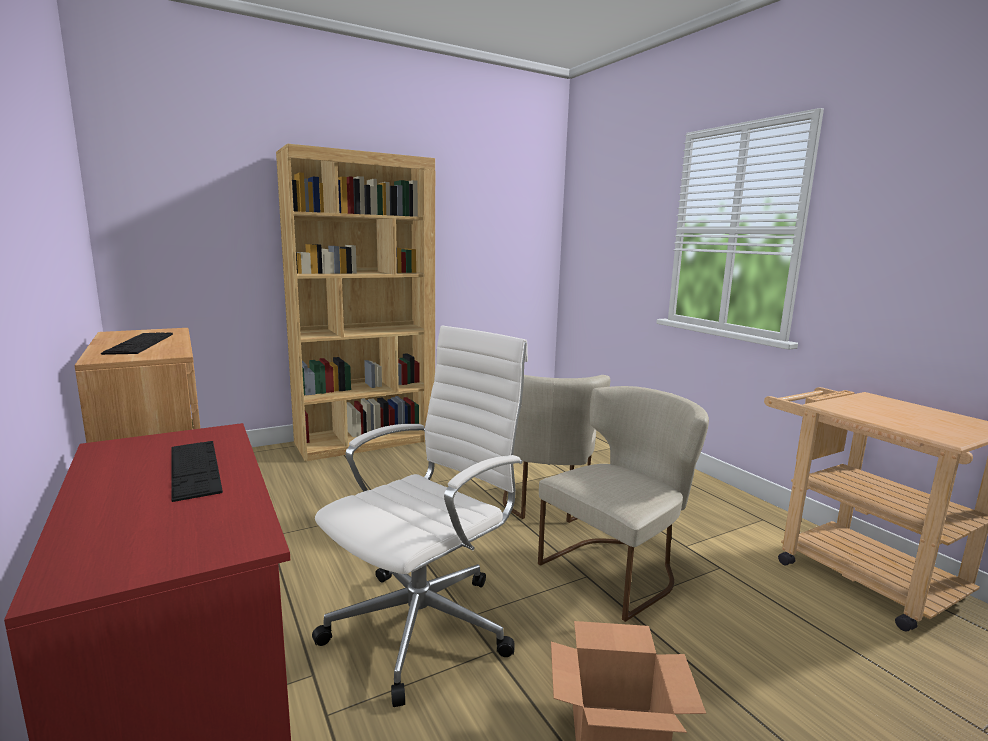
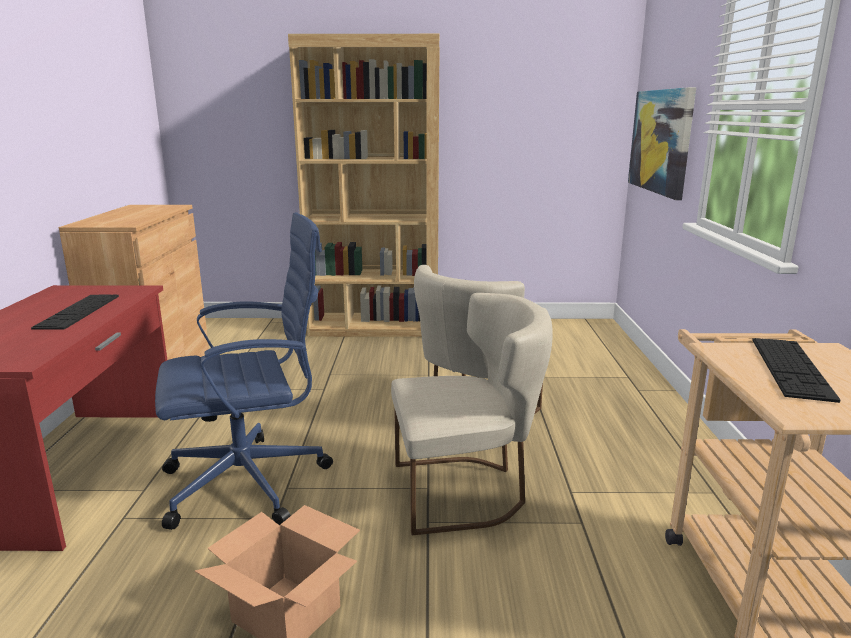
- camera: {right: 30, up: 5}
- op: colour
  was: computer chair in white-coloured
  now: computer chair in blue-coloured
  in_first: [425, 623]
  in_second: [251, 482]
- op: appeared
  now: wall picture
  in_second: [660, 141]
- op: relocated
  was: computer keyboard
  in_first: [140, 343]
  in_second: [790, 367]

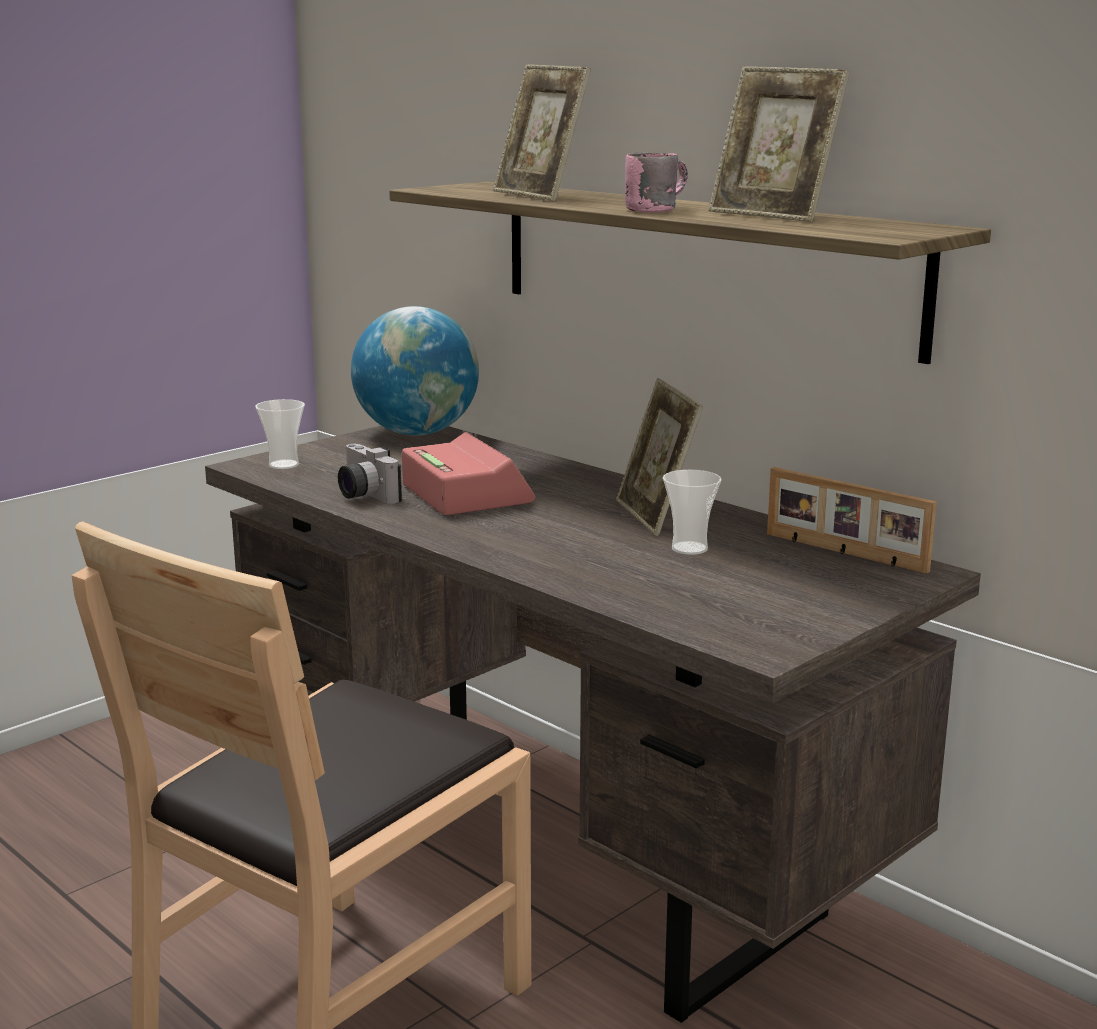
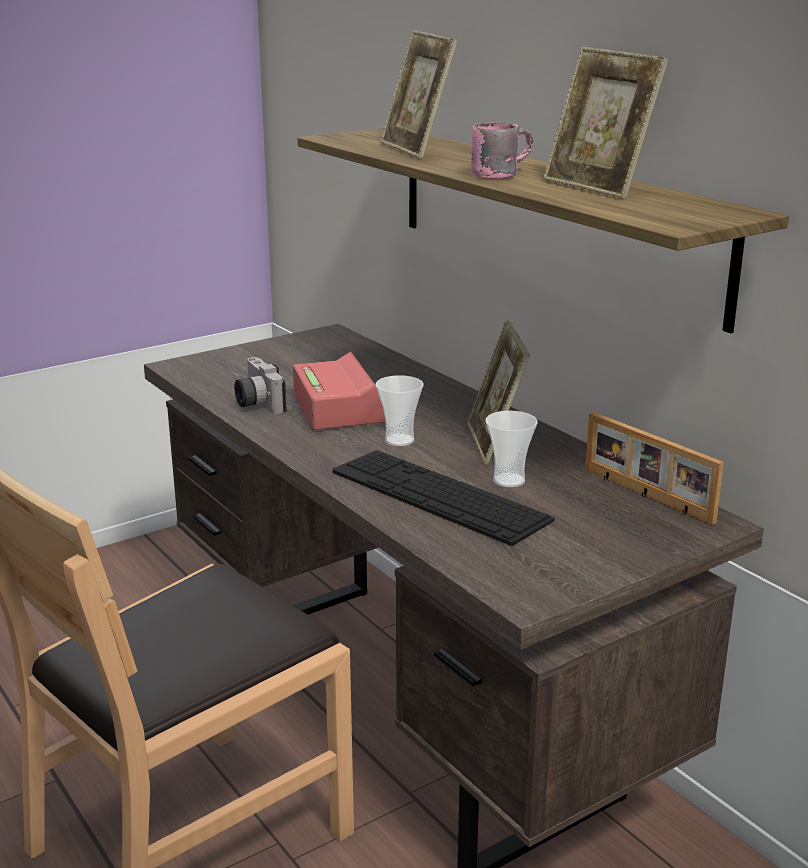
- camera: {right: 10, up: 5}
- op: appeared
  now: computer keyboard
  in_second: [438, 495]
- op: relocated
  was: cup
  in_first: [283, 465]
  in_second: [399, 440]
- op: missing
  was: desk globe
  in_first: [417, 433]

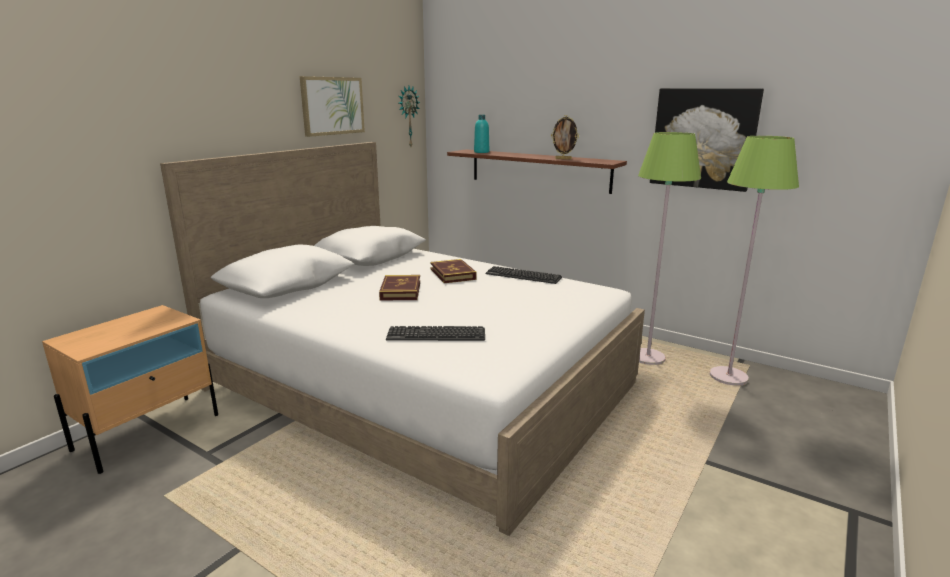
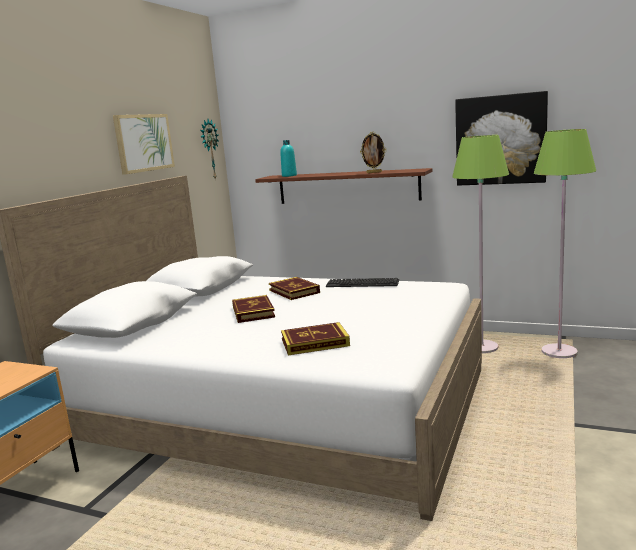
- camera: {right: -10, up: -5}
- op: exchanged
  was: computer keyboard
  now: volume
  in_first: [436, 335]
  in_second: [315, 343]

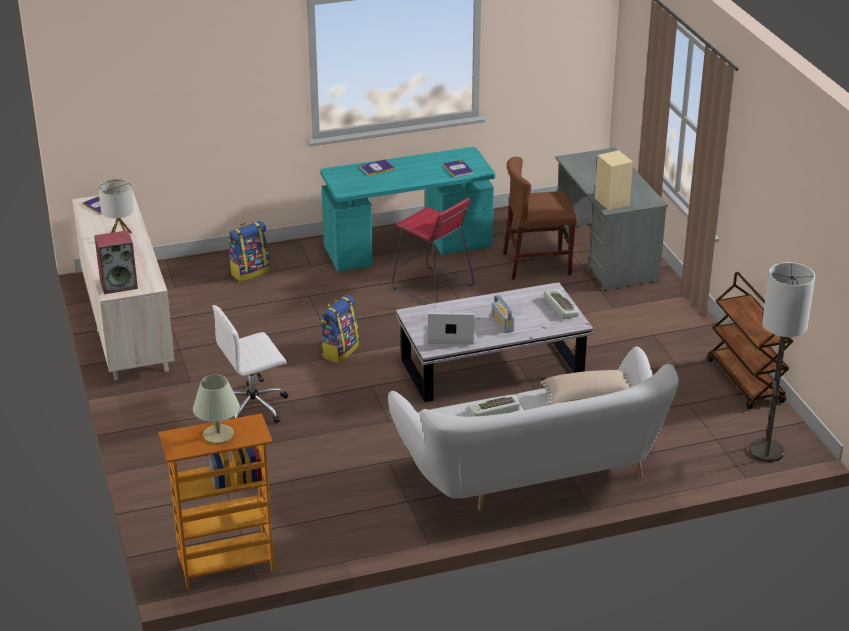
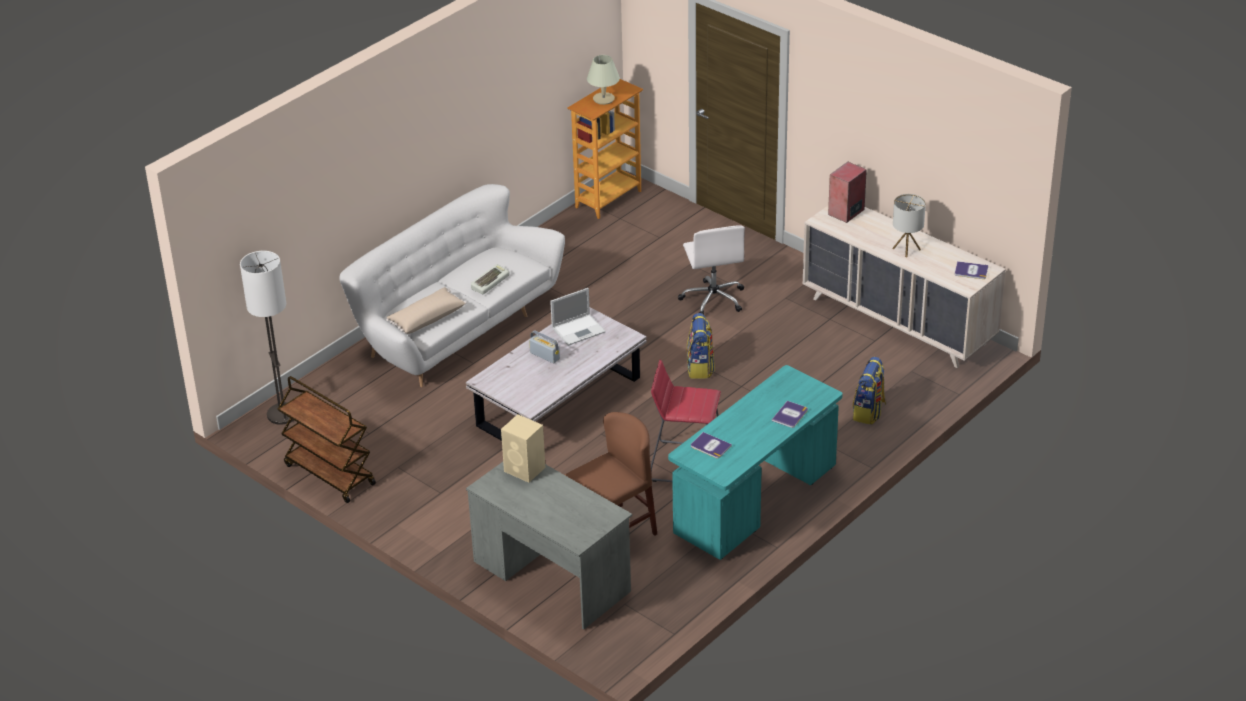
- camera: {right: 150, up: 5}
- op: spun
  was: computer chair in white-coloured
  in_first: [254, 406]
  in_second: [713, 299]
  clockwise: 135
- op: missing
  was: computer keyboard
  in_first: [559, 307]

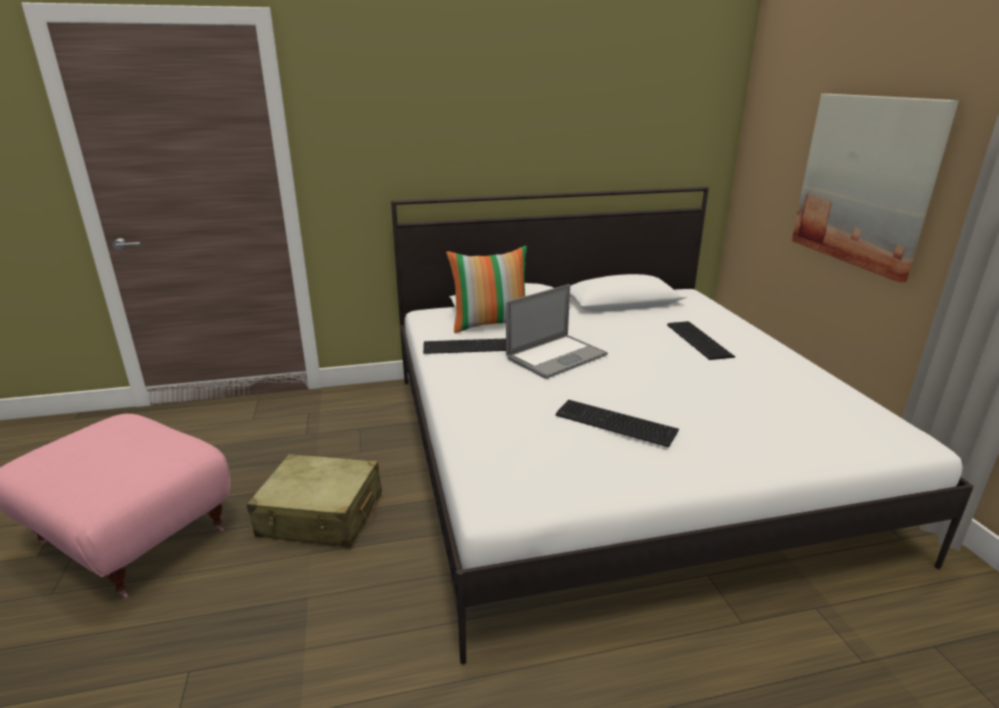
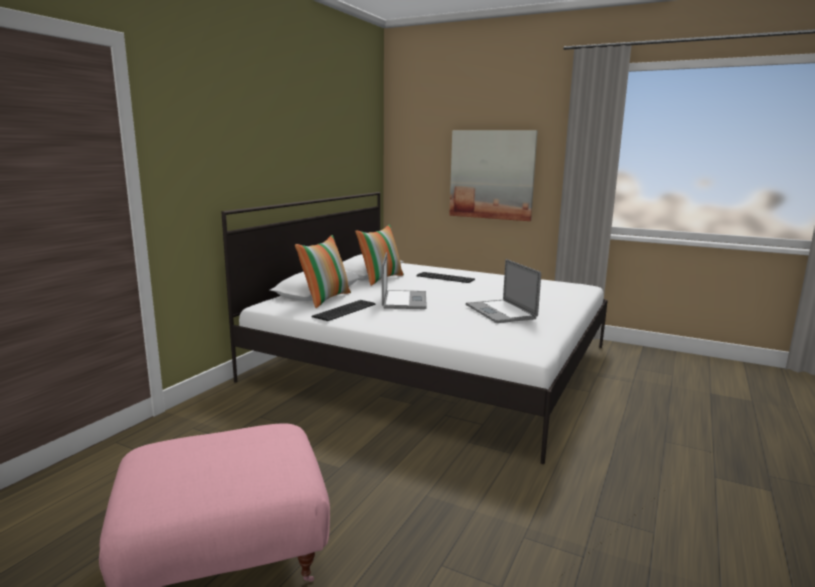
- camera: {right: -50, up: -10}
- op: appeared
  now: cushion
  in_second: [380, 279]
- op: exchanged
  was: computer keyboard
  now: notebook computer
  in_first: [616, 424]
  in_second: [500, 311]
- op: missing
  was: travel case in beige-coloured
  in_first: [321, 515]

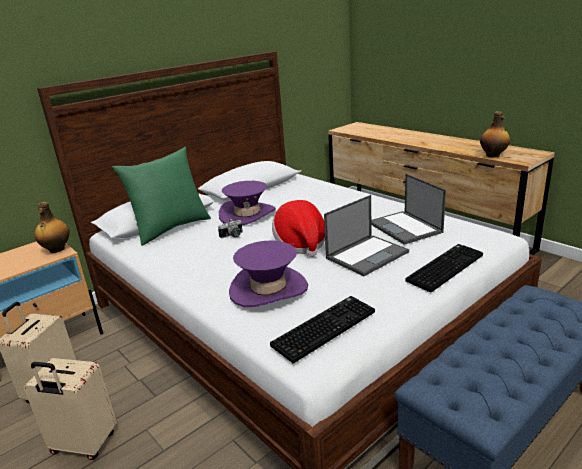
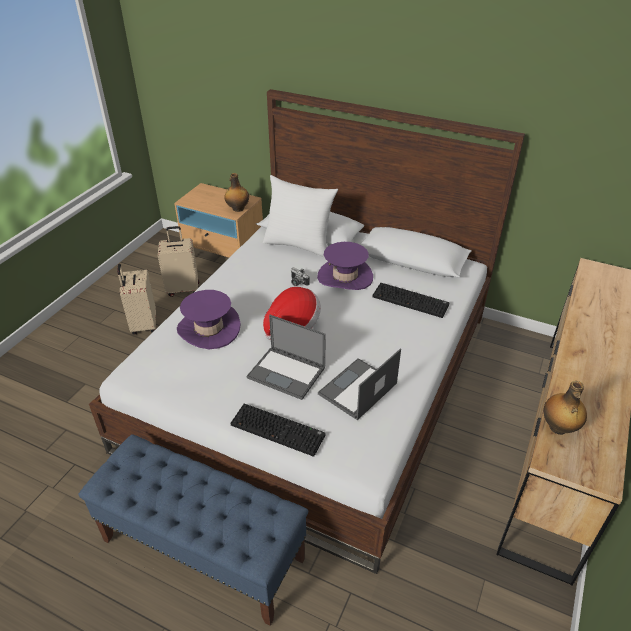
- camera: {right: 65, up: 15}
- op: colour
  was: cushion in green-coloured
  now: cushion in white-coloured
  in_first: [171, 228]
  in_second: [299, 245]
- op: relocated
  was: computer keyboard
  in_first: [324, 327]
  in_second: [411, 300]

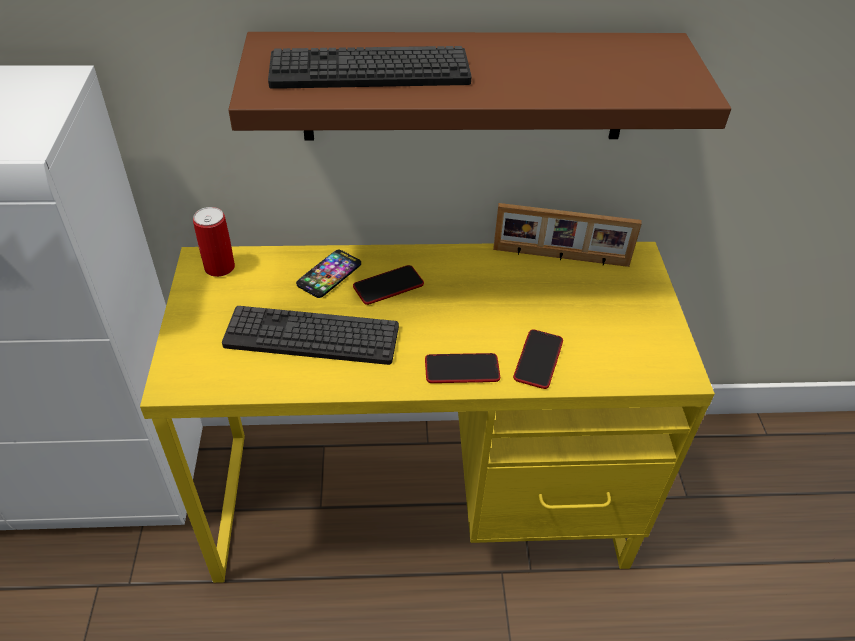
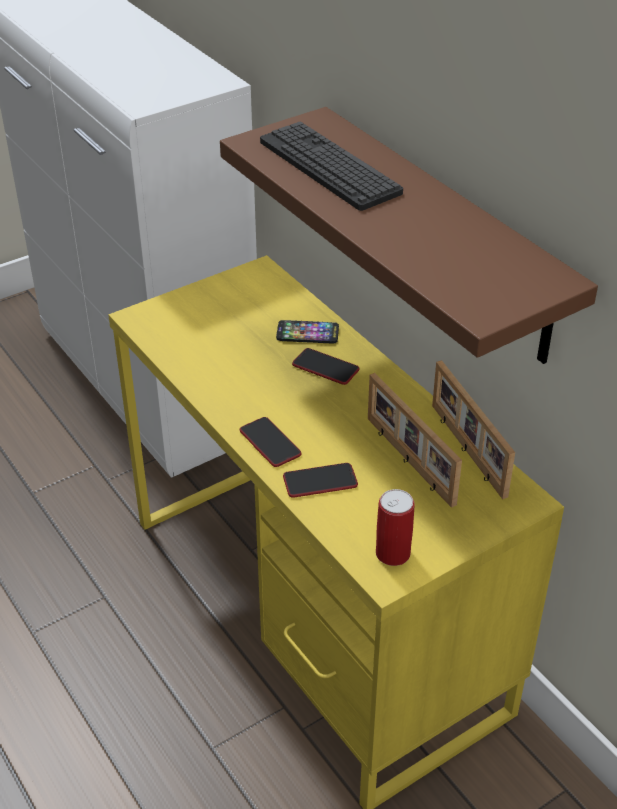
- camera: {right: 60, up: -5}
- op: appeared
  now: photo frame
  in_second: [408, 461]
- op: relocated
  was: can
  in_first: [219, 267]
  in_second: [393, 553]
- op: missing
  was: computer keyboard
  in_first: [312, 336]

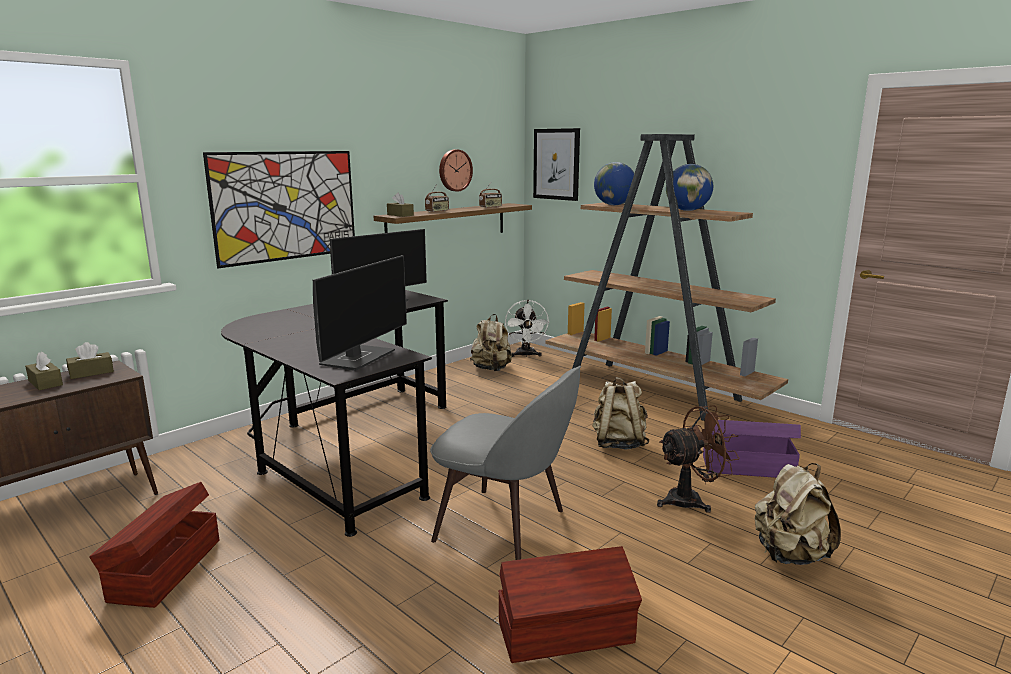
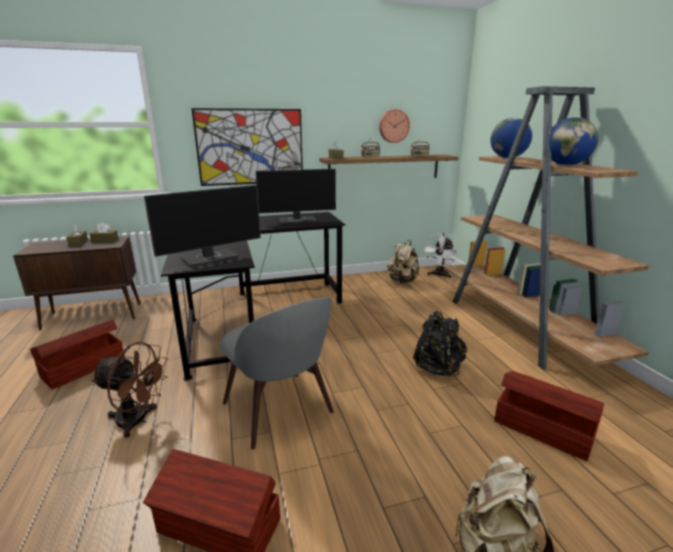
- camera: {right: 30, up: 5}
- op: relocated
  was: electric fan in brown-coloured
  in_first: [691, 500]
  in_second: [138, 421]
- op: colour
  was: rucksack in beige-coloured
  now: rucksack in black
  in_first: [618, 444]
  in_second: [438, 367]
- op: colour
  was: storage box in purplish
  now: storage box in brown-coloured
  in_first: [746, 466]
  in_second: [542, 428]
- op: missing
  was: wall picture
  in_first: [556, 164]

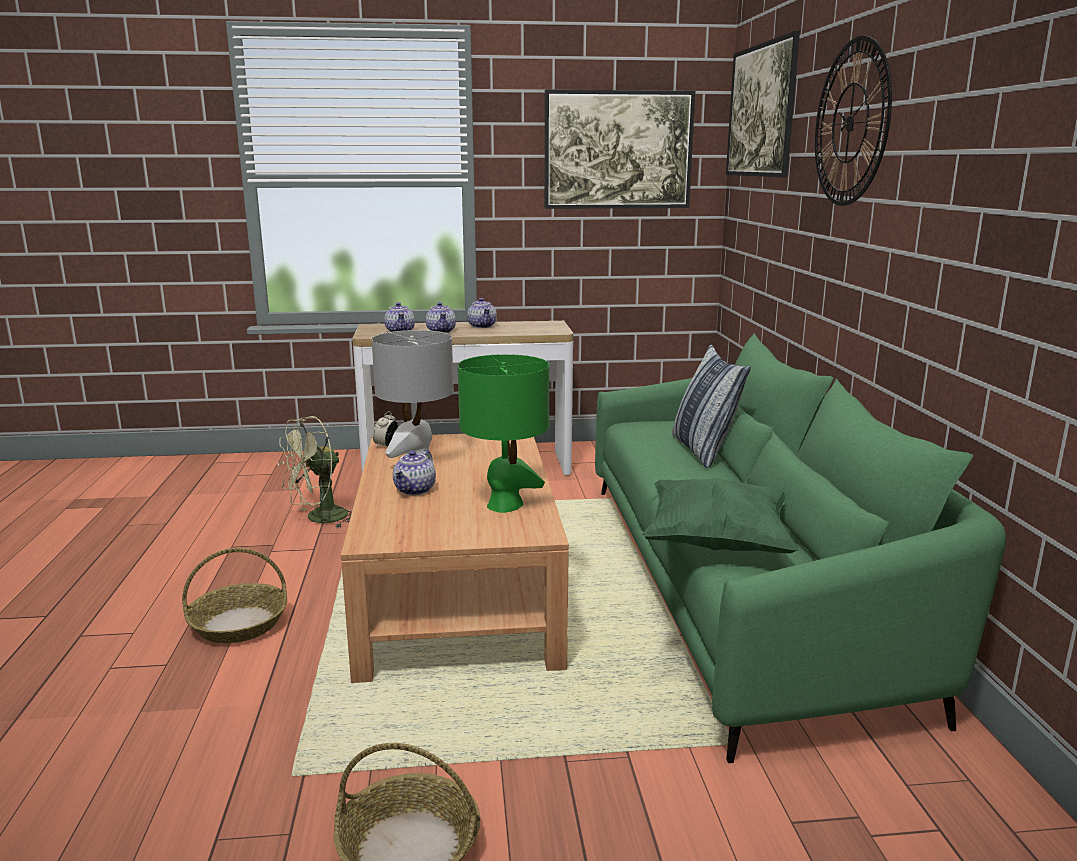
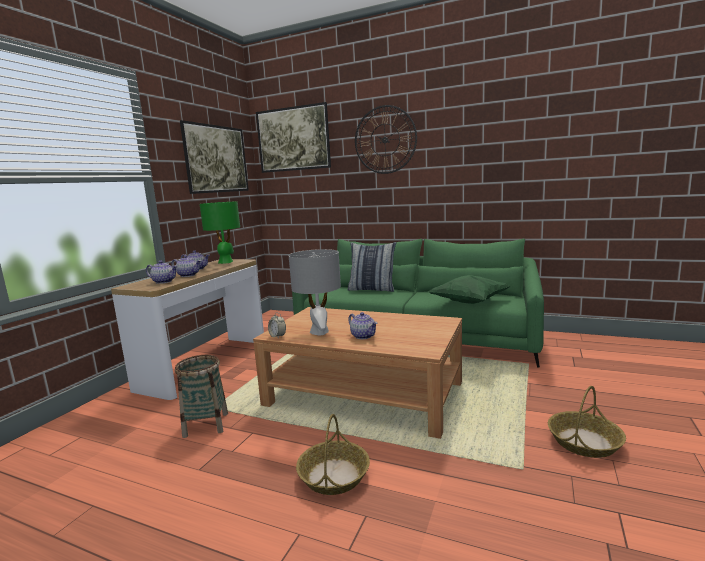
- camera: {right: -60, up: -5}
- op: exchanged
  was: electric fan in green-coloured
  now: basket
  in_first: [319, 519]
  in_second: [206, 425]
- op: relocated
  was: lamp for a table in green-coloured
  in_first: [505, 505]
  in_second: [226, 262]

